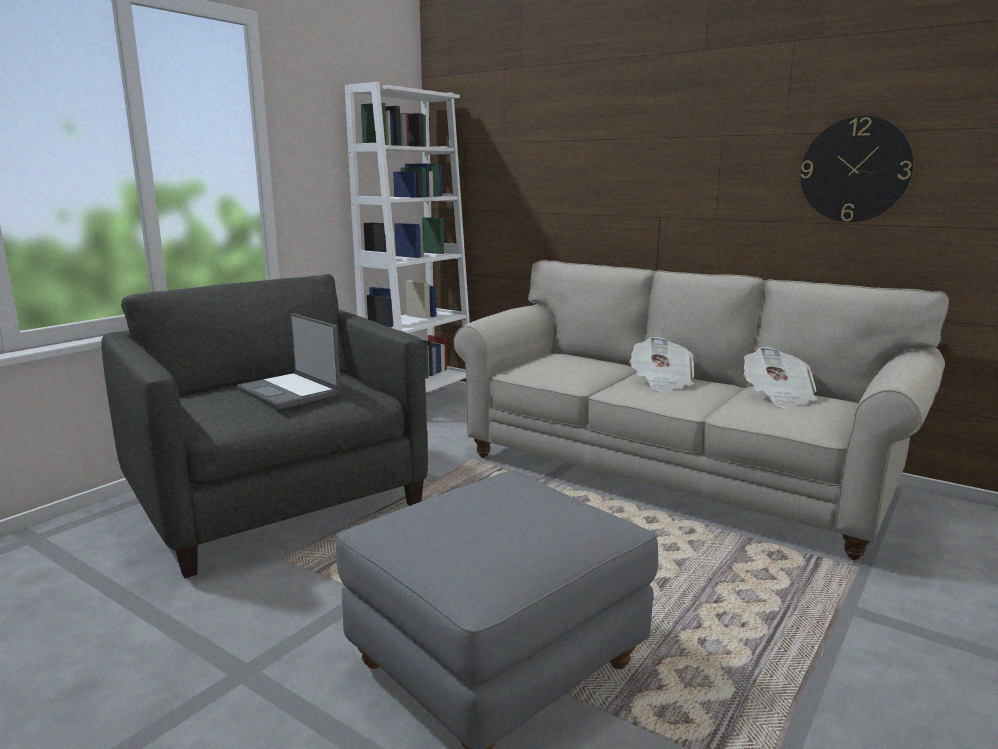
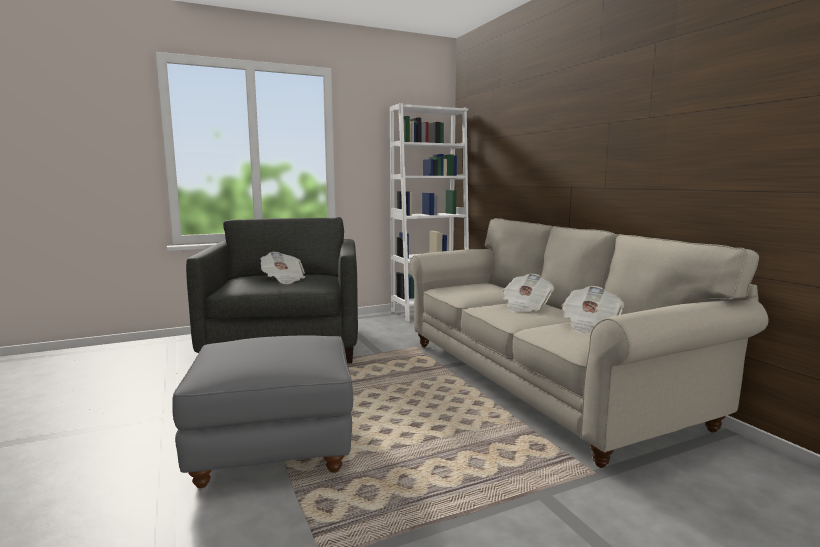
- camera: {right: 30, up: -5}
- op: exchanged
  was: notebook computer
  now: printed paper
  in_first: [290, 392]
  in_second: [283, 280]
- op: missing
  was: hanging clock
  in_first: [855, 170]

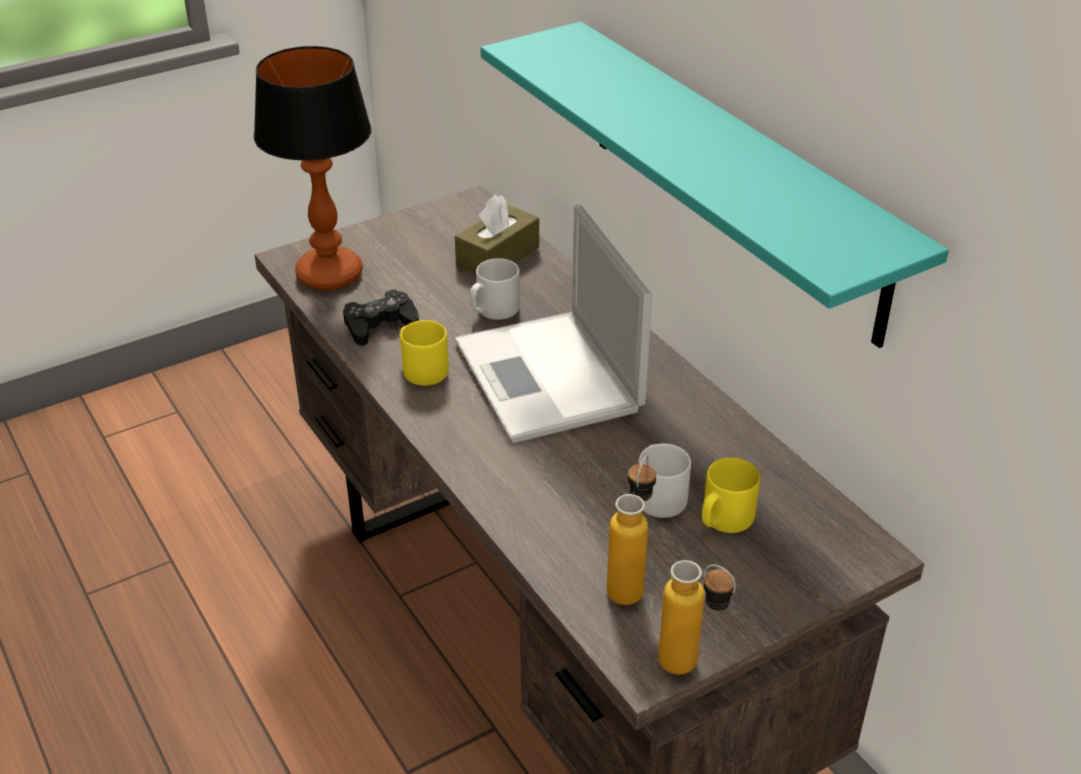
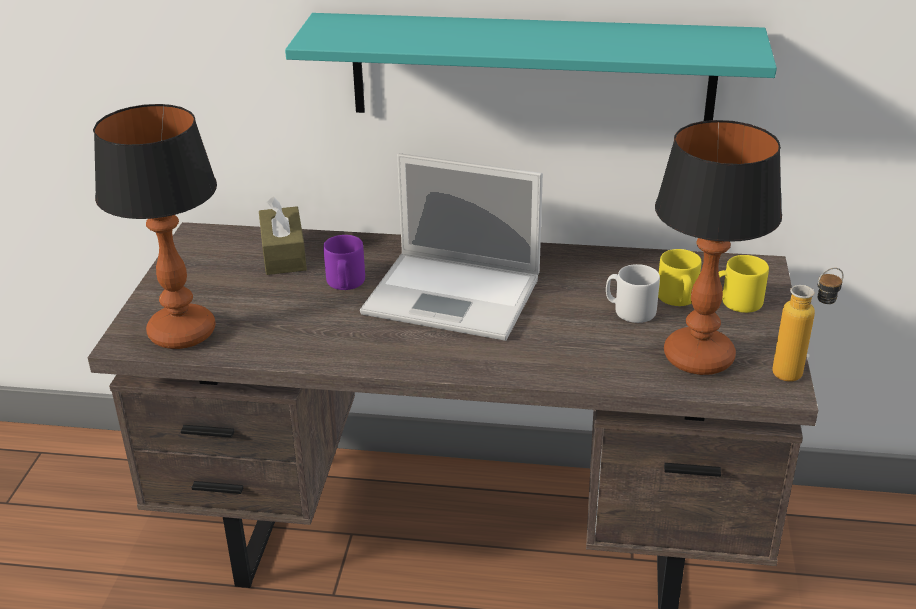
- camera: {right: -50, up: -5}
- op: colour
  was: mug in gray
  now: mug in purplish
  in_first: [493, 310]
  in_second: [345, 283]
- op: exchanged
  was: beverage bottle
  now: lamp for a table
  in_first: [630, 582]
  in_second: [698, 358]
- op: relocated
  was: mug in yellowish
  in_first: [422, 370]
  in_second: [736, 302]
- op: missing
  was: game controller in black
  in_first: [380, 325]

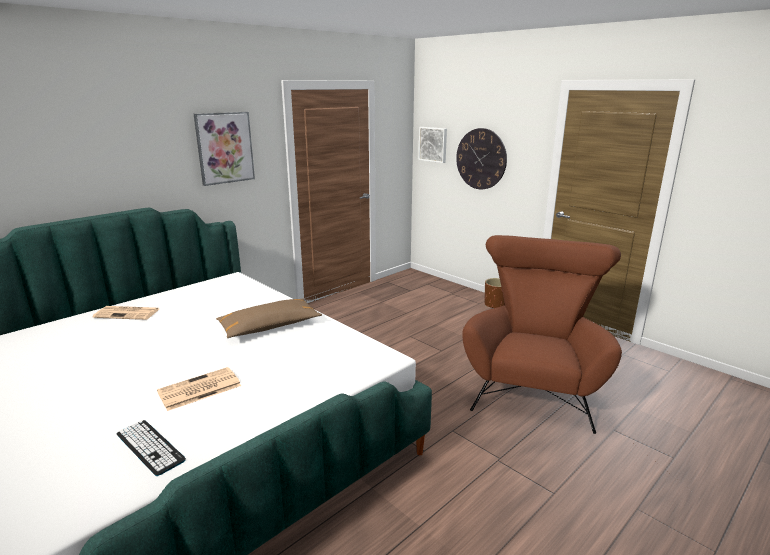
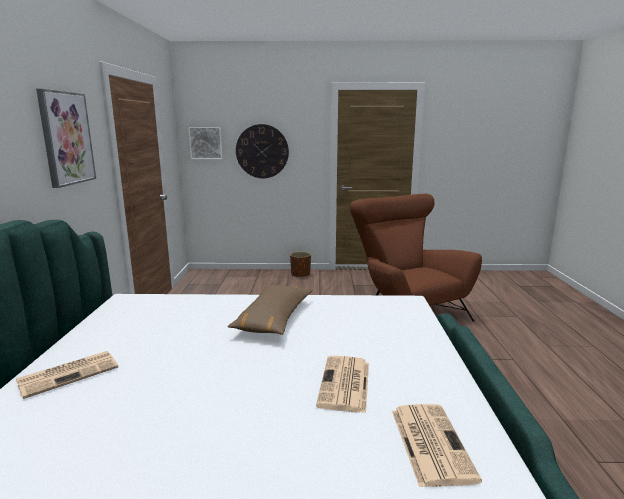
- camera: {right: -45, up: -5}
- op: exchanged
  was: computer keyboard
  now: printed paper
  in_first: [150, 447]
  in_second: [430, 442]

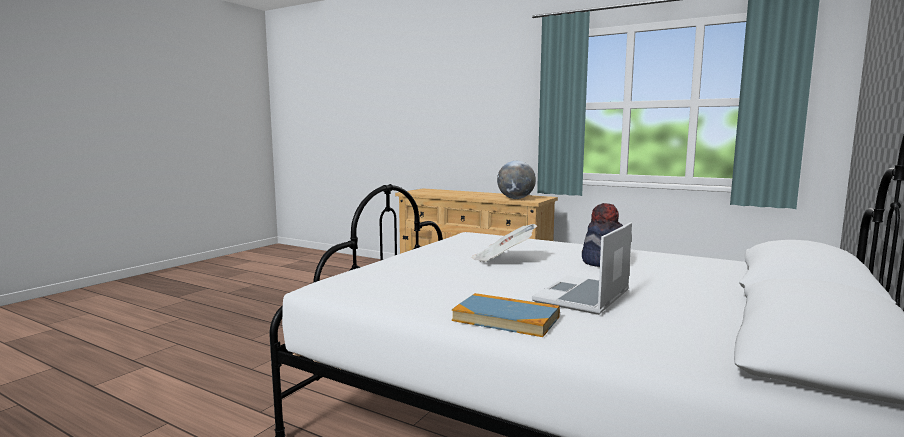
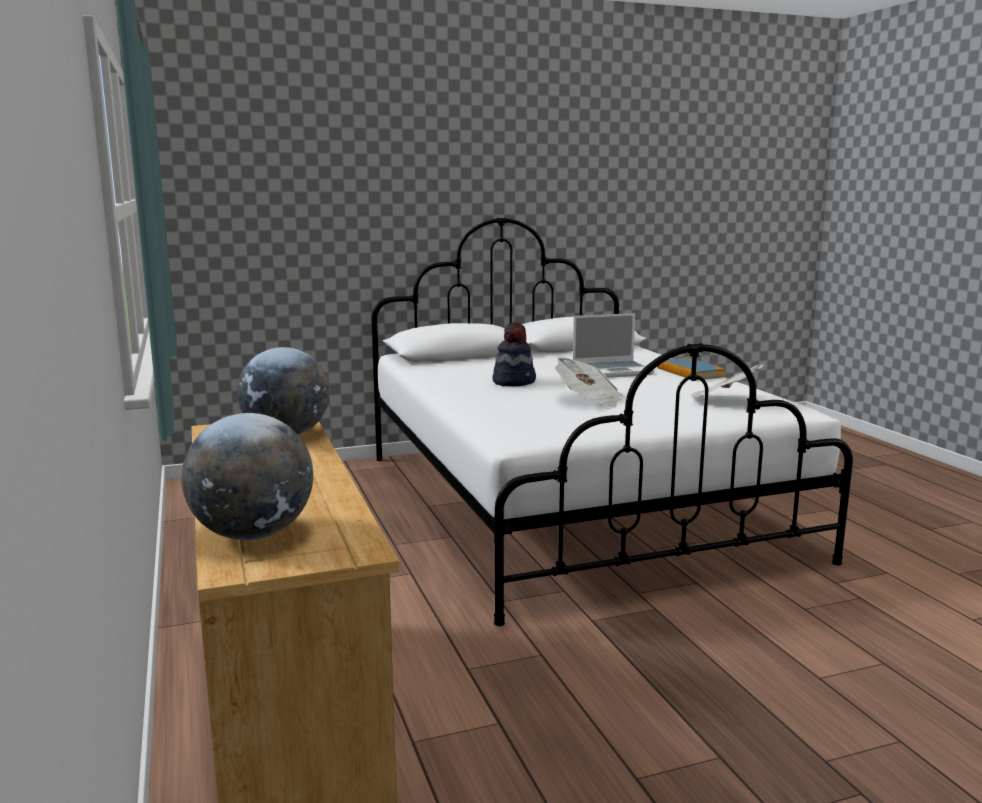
- camera: {right: -140, up: 5}
- op: appeared
  now: desk globe
  in_second: [253, 535]
- op: appeared
  now: printed paper
  in_second: [722, 401]

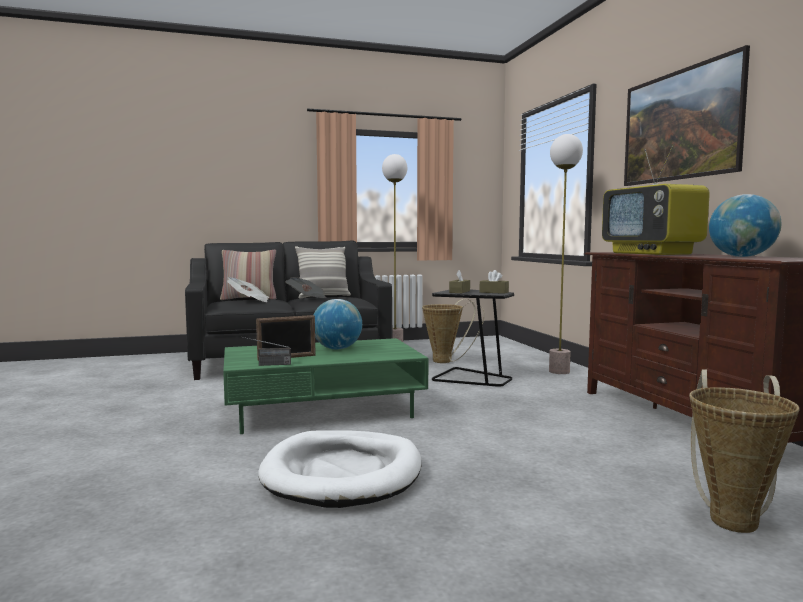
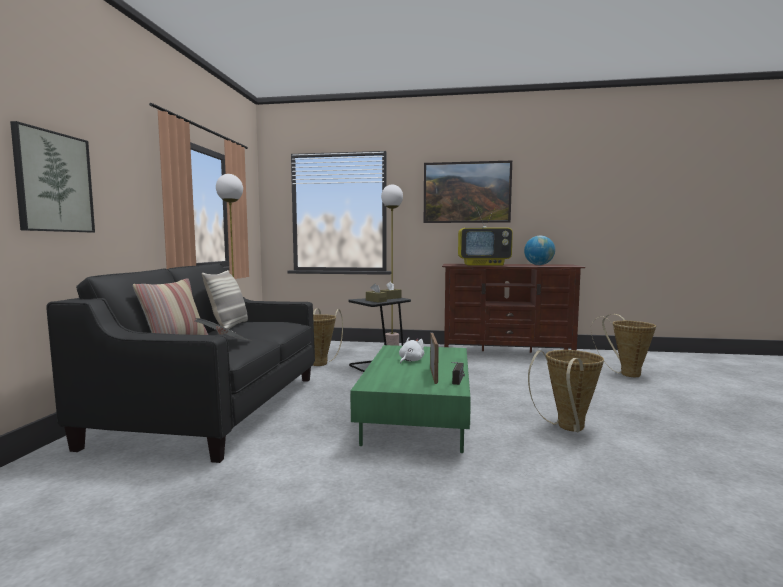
- camera: {right: -65, up: 0}
- op: appeared
  now: wall picture
  in_second: [53, 182]
- op: exchanged
  was: desk globe
  now: soft toy in white-coloured
  in_first: [337, 349]
  in_second: [410, 360]
- op: exchanged
  was: dog cushion in white-coloured
  now: basket
  in_first: [343, 473]
  in_second: [567, 428]
- op: missing
  was: printed paper
  in_first: [307, 299]

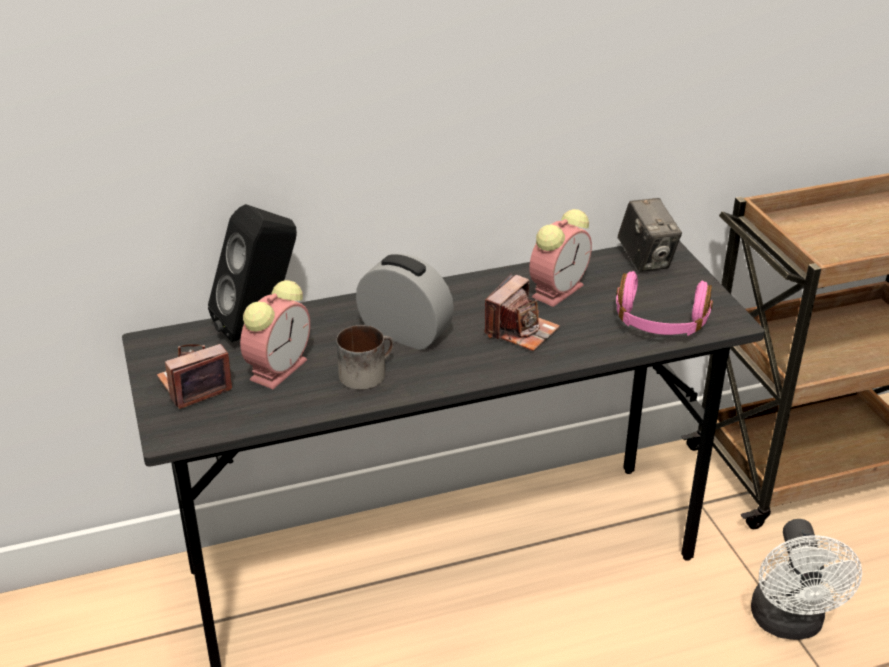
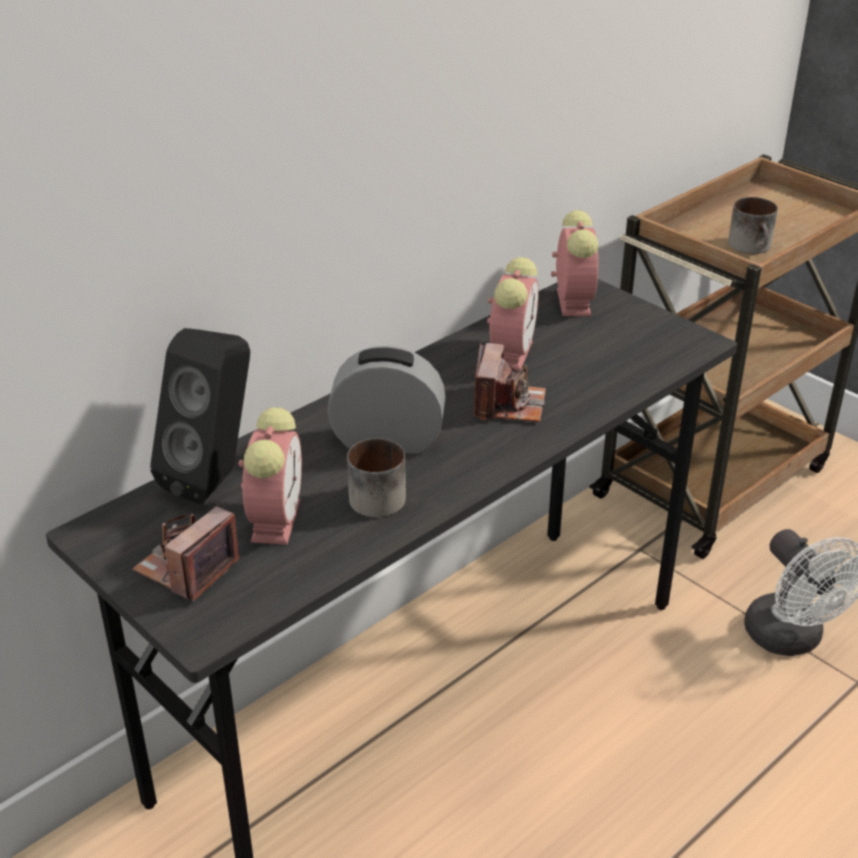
- camera: {right: -25, up: 0}
- op: exchanged
  was: photo camera
  now: table clock
  in_first: [646, 260]
  in_second: [572, 301]
- op: appeared
  now: mug
  in_second: [753, 247]
- op: missing
  was: pair of headphones in pink-coloured
  in_first: [660, 323]

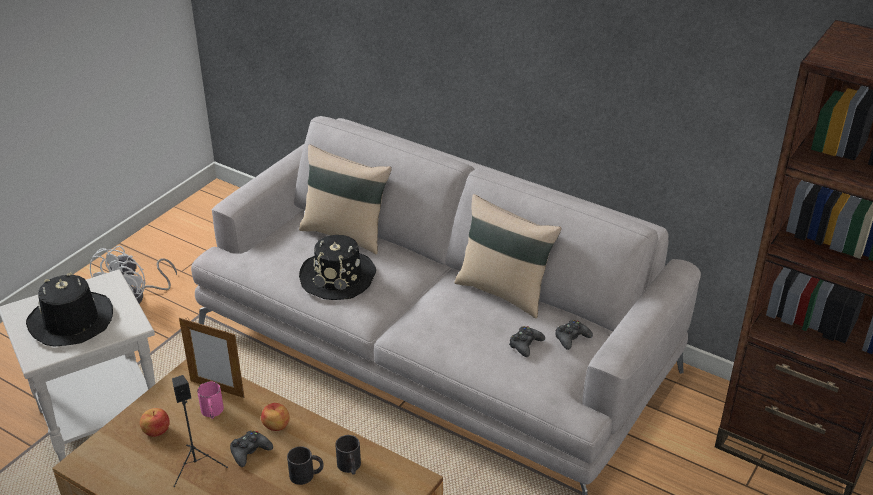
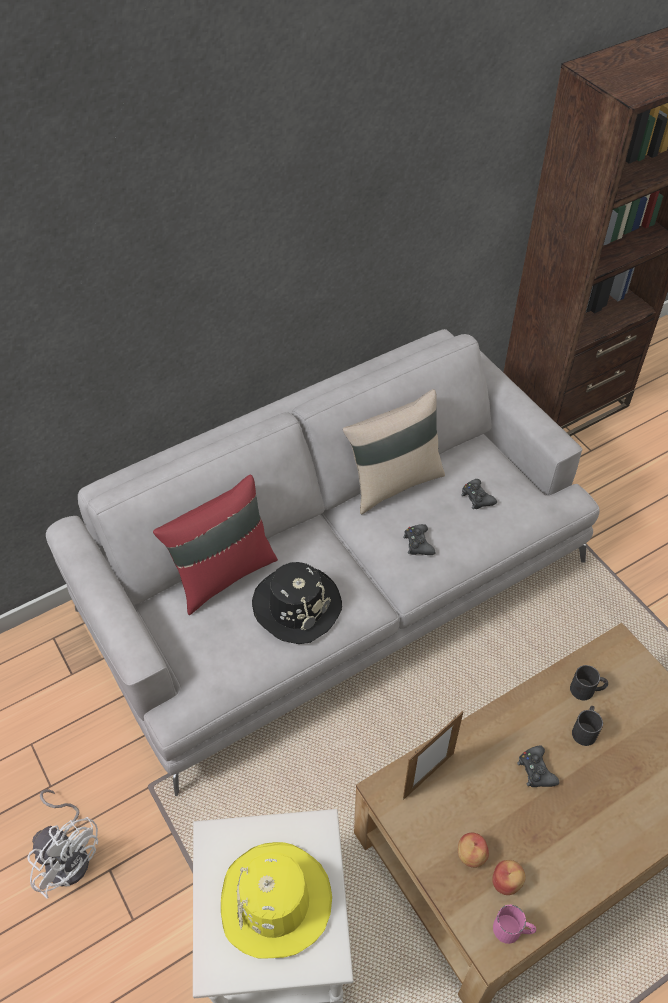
- camera: {right: -65, up: 15}
- op: colour
  was: cushion in beige-coloured
  now: cushion in red-coloured
  in_first: [346, 233]
  in_second: [223, 574]
- op: colour
  was: hat in black
  now: hat in yellowish
  in_first: [71, 321]
  in_second: [275, 902]
- op: relocated
  was: game controller in black
  in_first: [571, 338]
  in_second: [418, 544]
- op: relocated
  was: apple
  in_first: [276, 426]
  in_second: [506, 882]
- op: relocated
  was: mug in pink-coloured
  in_first: [212, 412]
  in_second: [513, 930]
- op: missing
  was: audio speaker in black
  in_first: [197, 466]

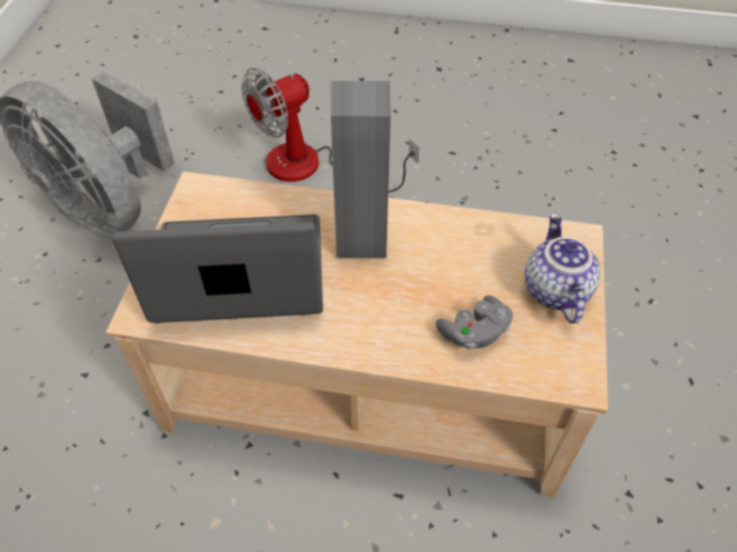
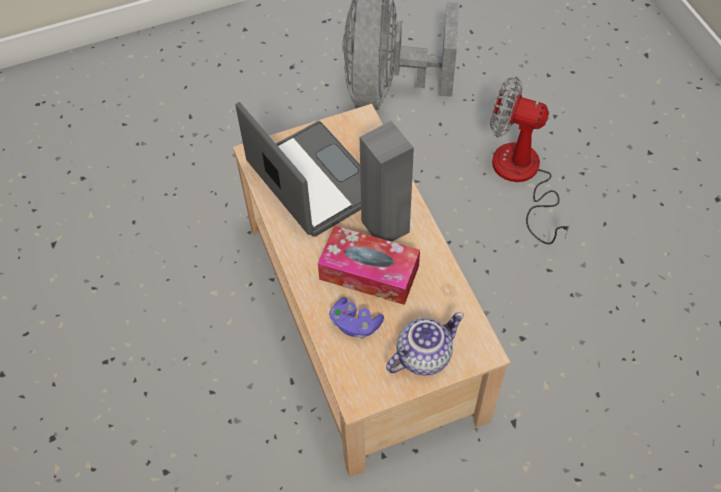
- camera: {right: 60, up: 5}
- op: appeared
  now: tissue box
  in_second: [369, 272]
- op: colour
  was: game controller in gray
  now: game controller in purplish
  in_first: [474, 332]
  in_second: [355, 324]

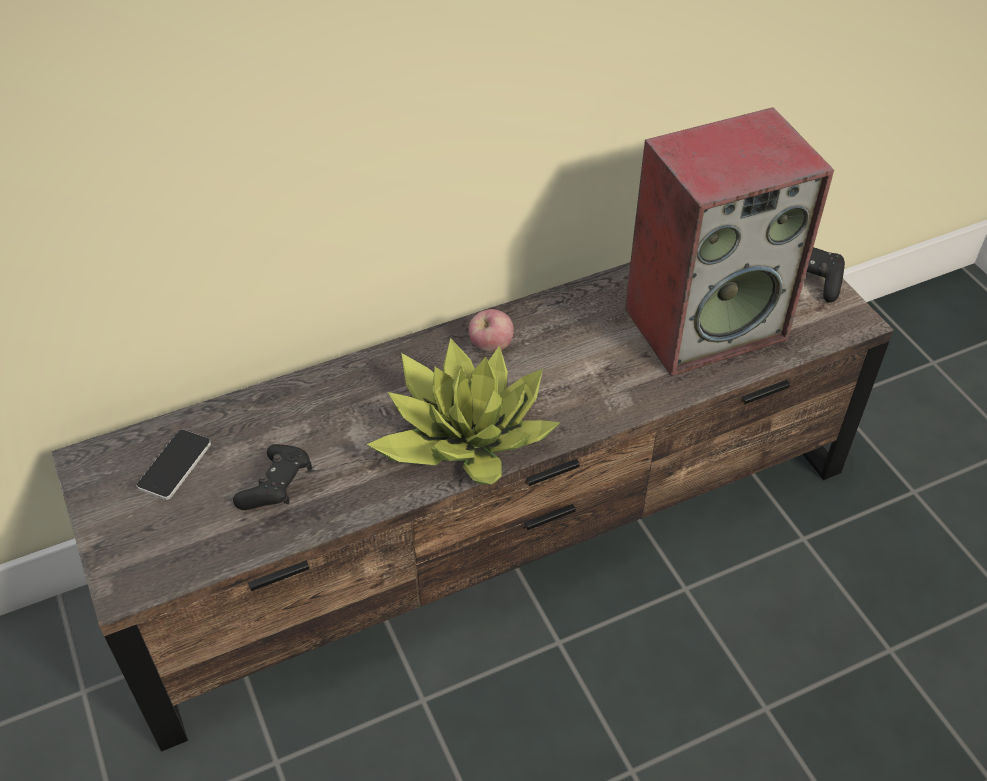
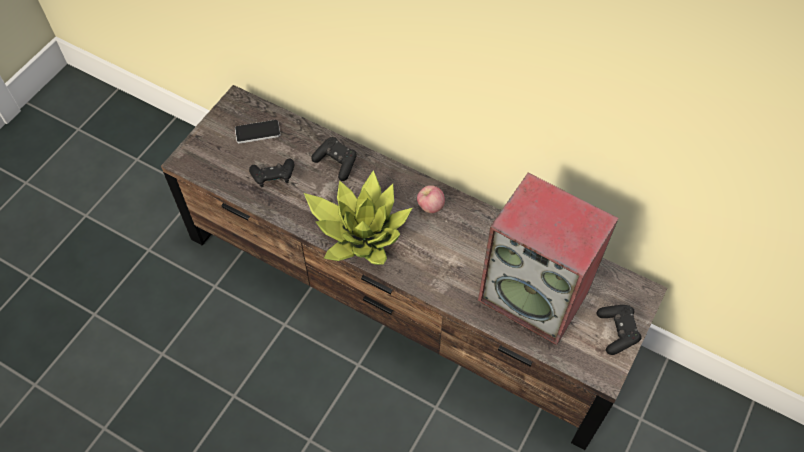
- camera: {right: 55, up: 10}
- op: appeared
  now: game controller in black
  in_second: [336, 163]

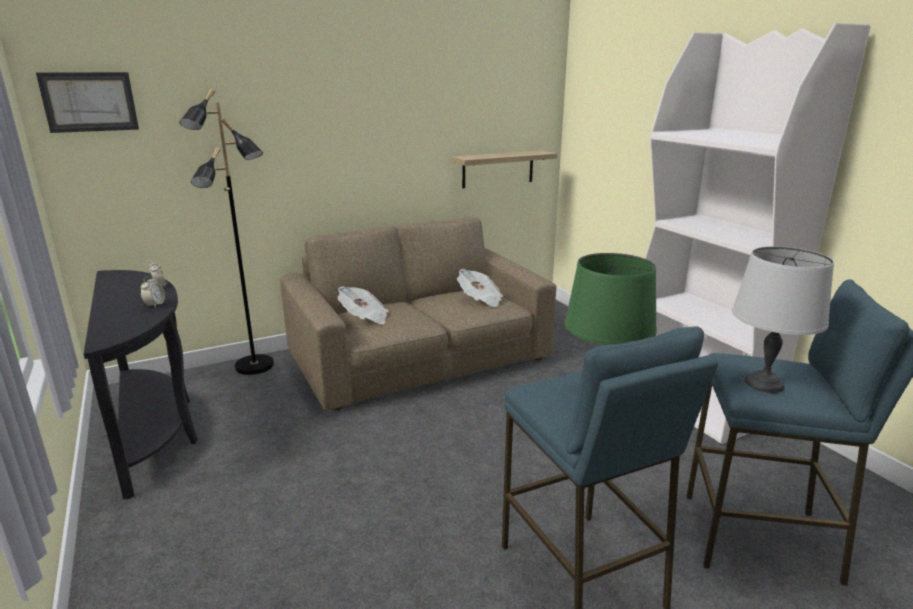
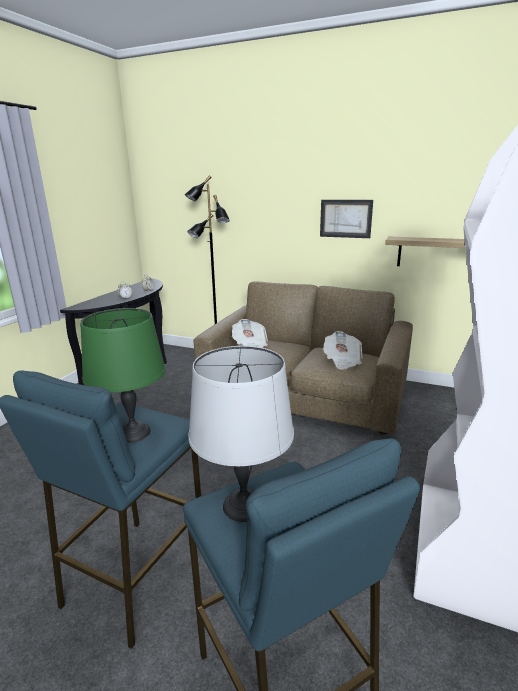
- camera: {right: 50, up: 0}
- op: relocated
  was: wall picture
  in_first: [89, 102]
  in_second: [345, 218]

